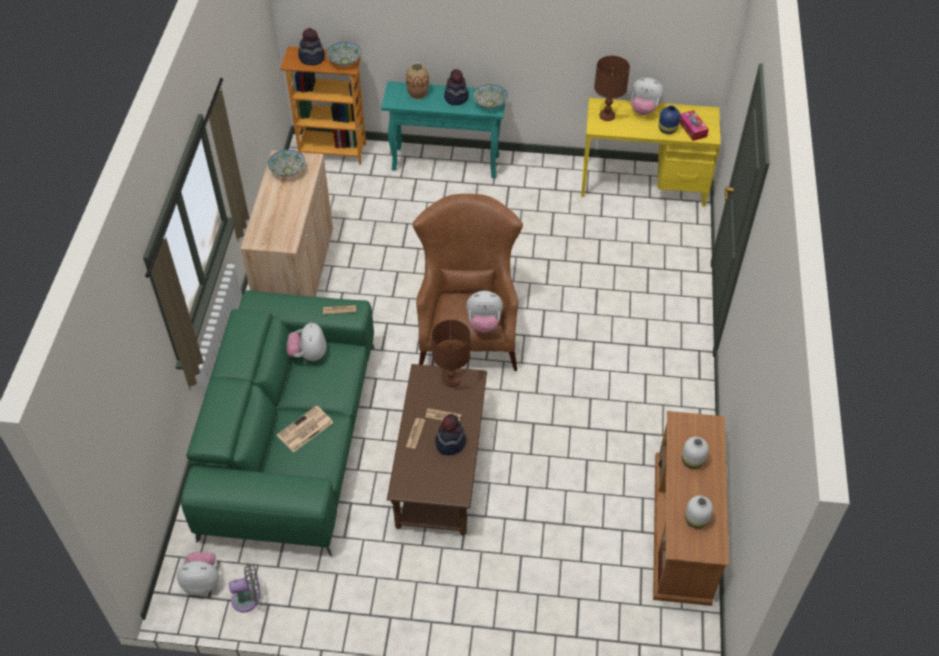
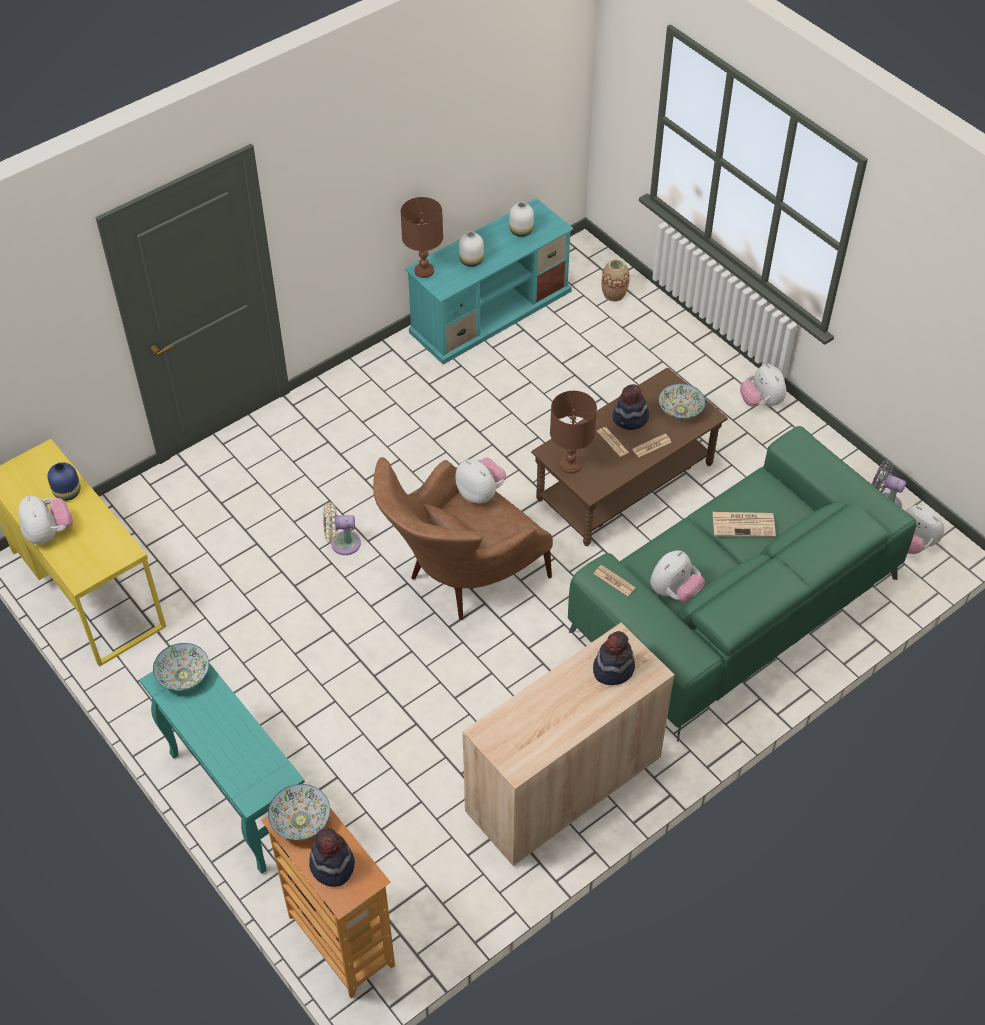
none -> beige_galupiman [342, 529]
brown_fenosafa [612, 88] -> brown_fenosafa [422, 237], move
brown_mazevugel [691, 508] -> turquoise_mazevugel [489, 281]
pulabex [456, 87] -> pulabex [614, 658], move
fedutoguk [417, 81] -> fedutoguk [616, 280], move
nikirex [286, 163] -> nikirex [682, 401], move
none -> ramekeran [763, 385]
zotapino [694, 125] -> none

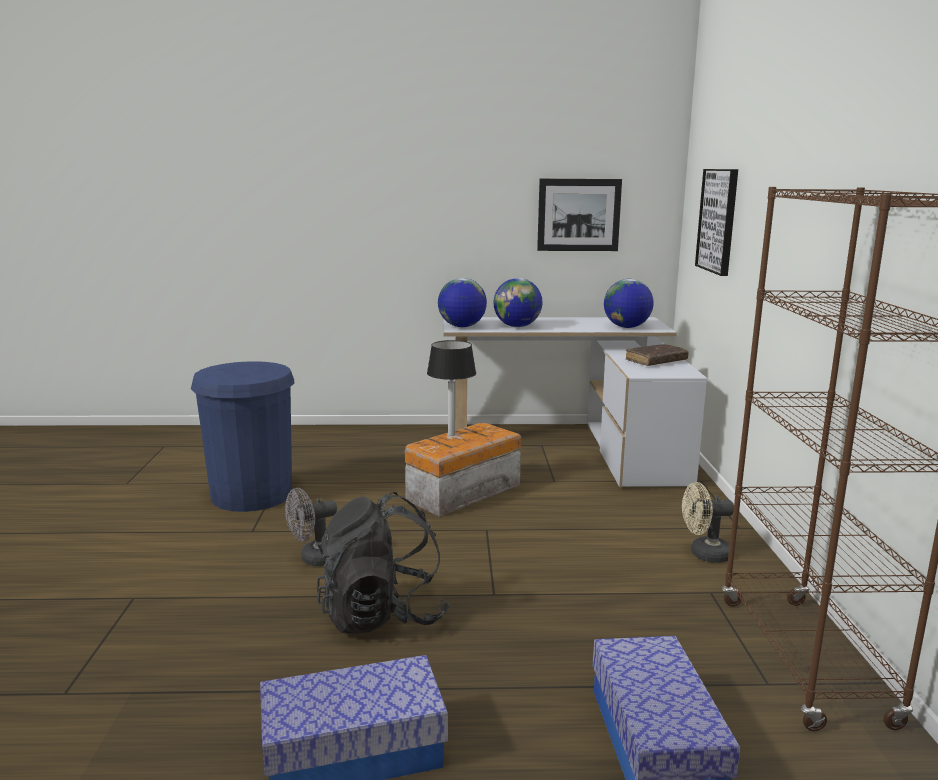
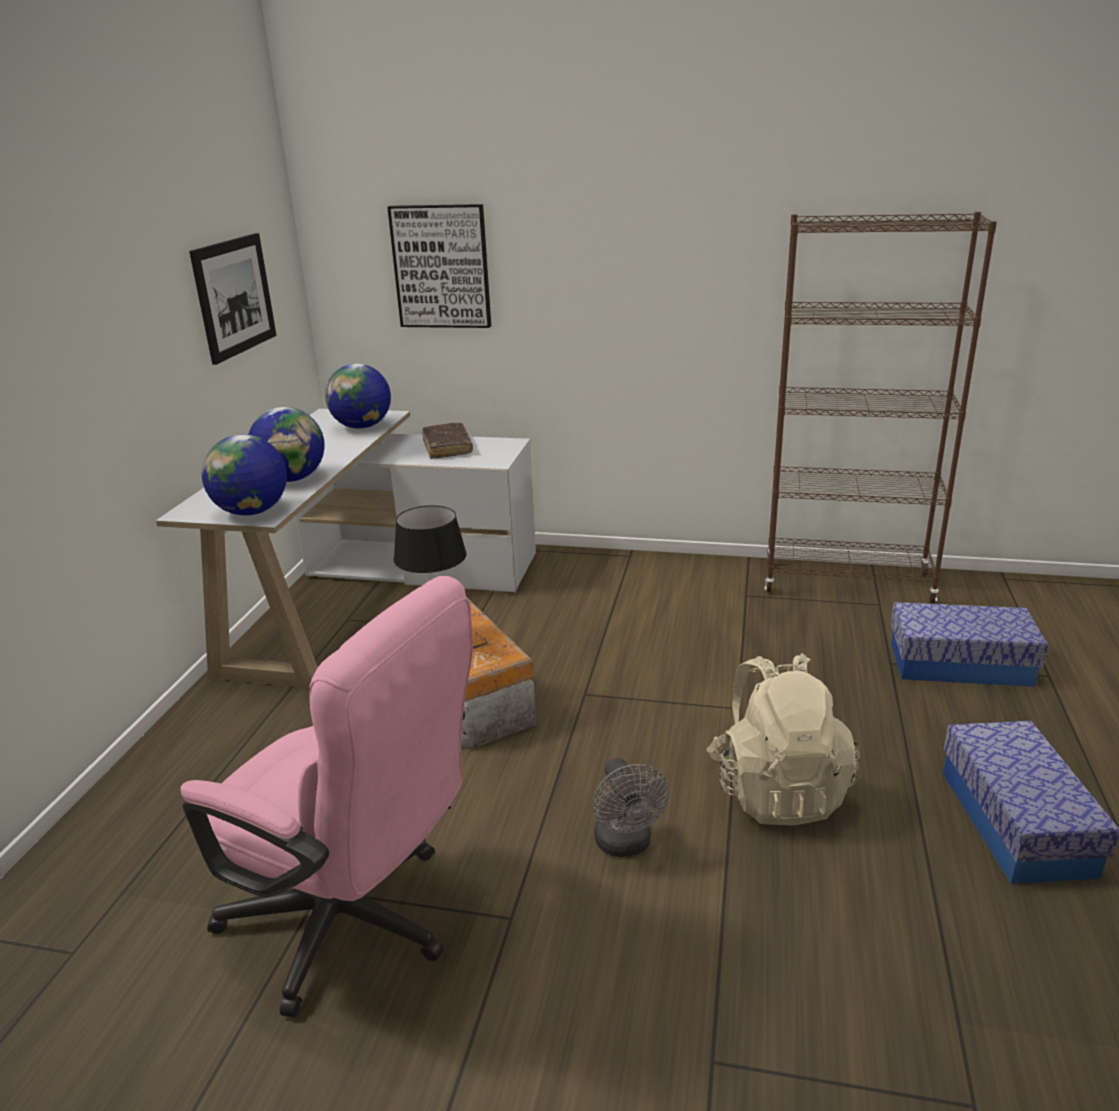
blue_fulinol [242, 436] -> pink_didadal [327, 797]
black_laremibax [383, 563] -> beige_laremibax [783, 739]
beige_galupiman [708, 522] -> none

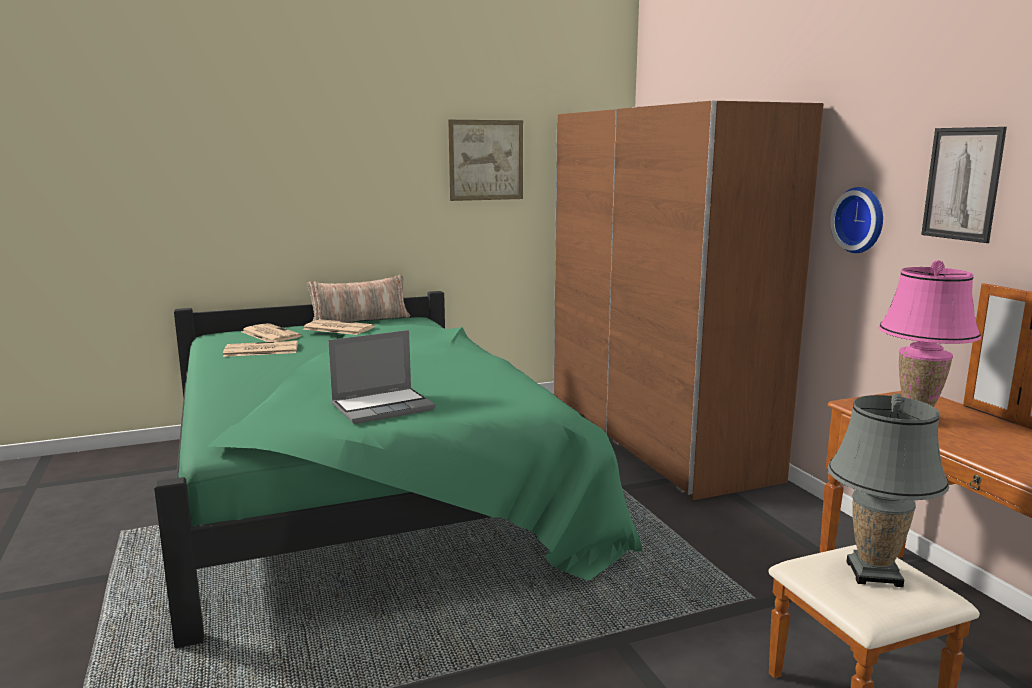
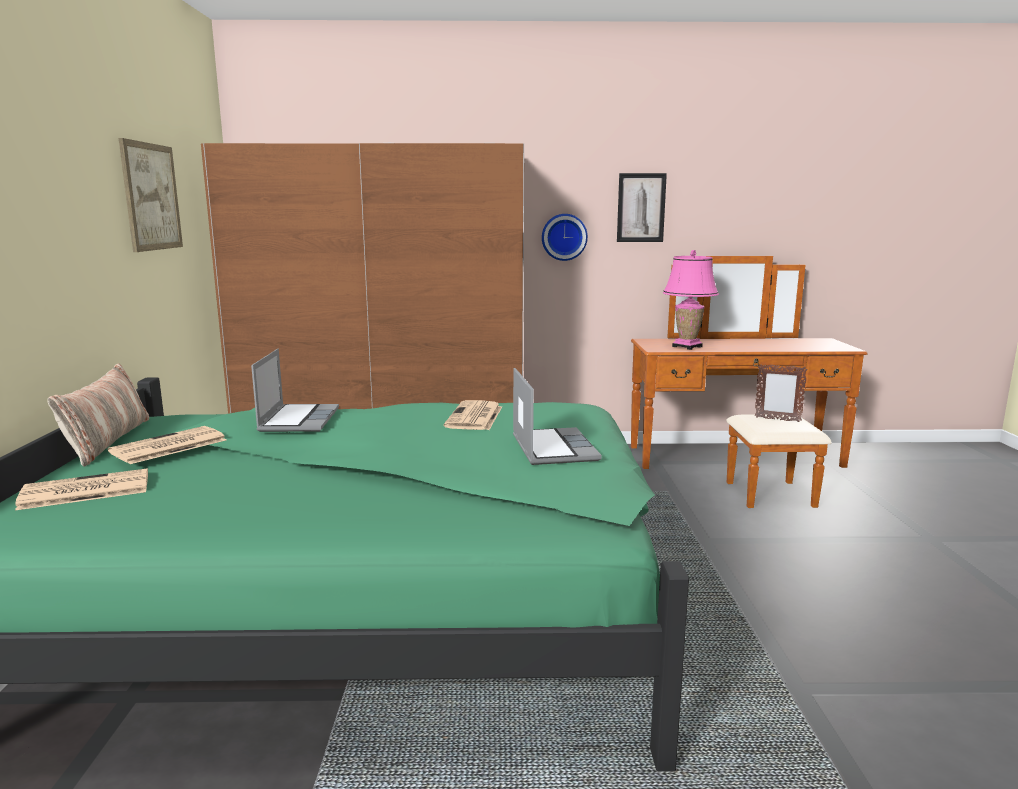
none -> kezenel [295, 390]
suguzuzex [260, 349] -> suguzuzex [473, 415], move
grey_fenosafa [888, 490] -> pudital [781, 393]

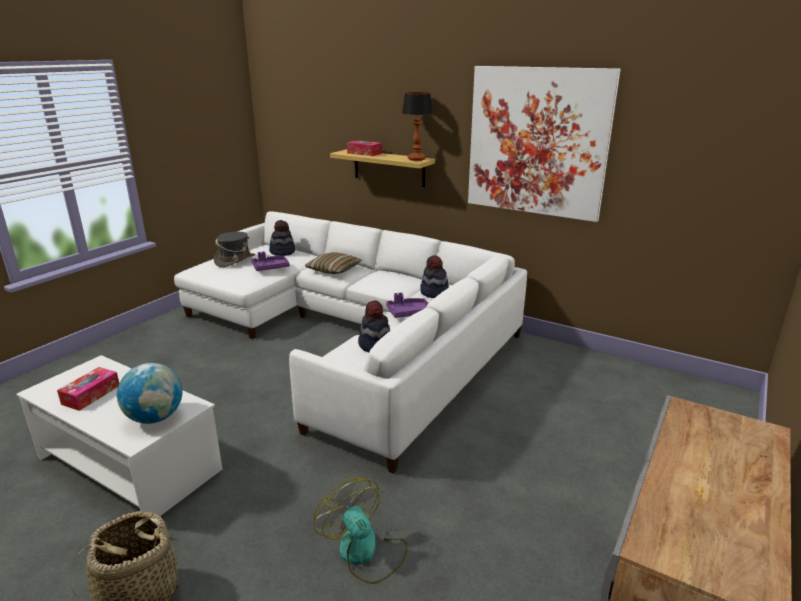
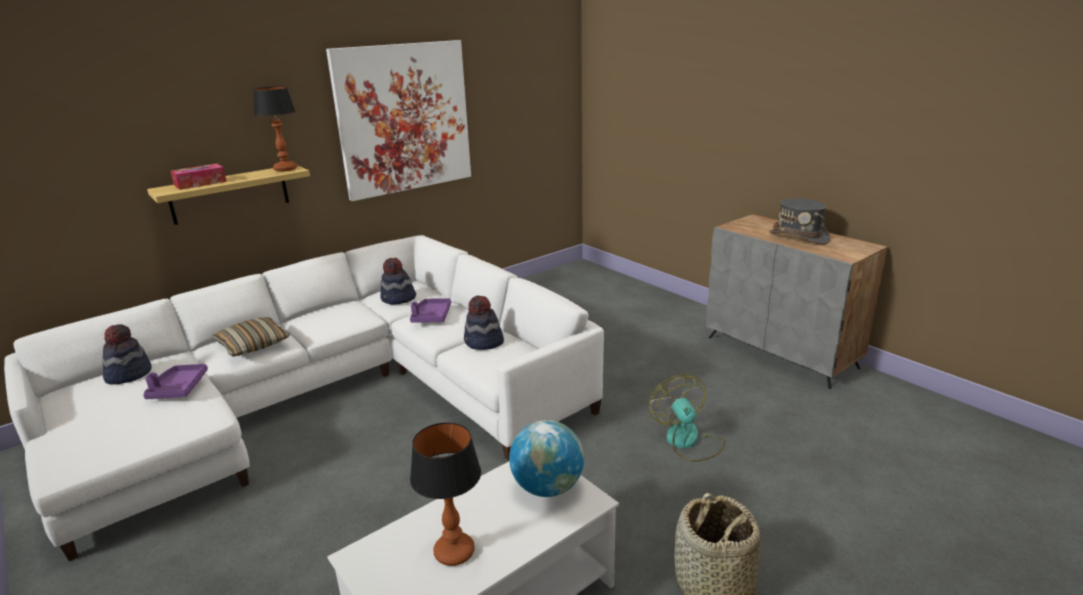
zotapino [88, 389] -> fenosafa [445, 494]
galupiman [361, 530] -> galupiman [687, 418], 90 degrees clockwise
grey_pulabex [235, 249] -> grey_pulabex [799, 221], move

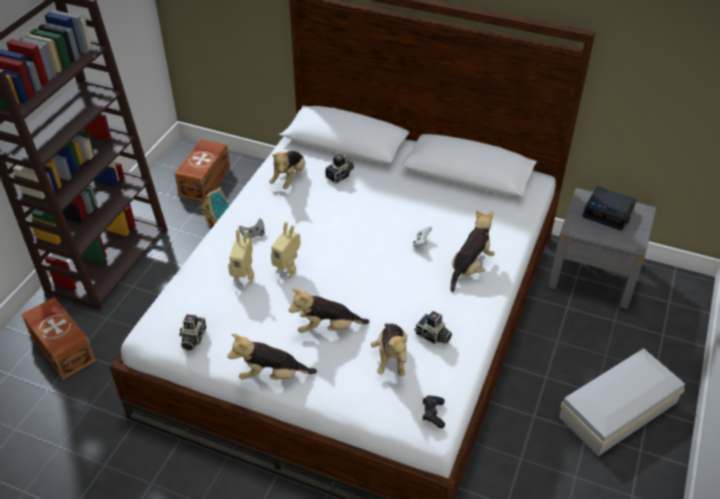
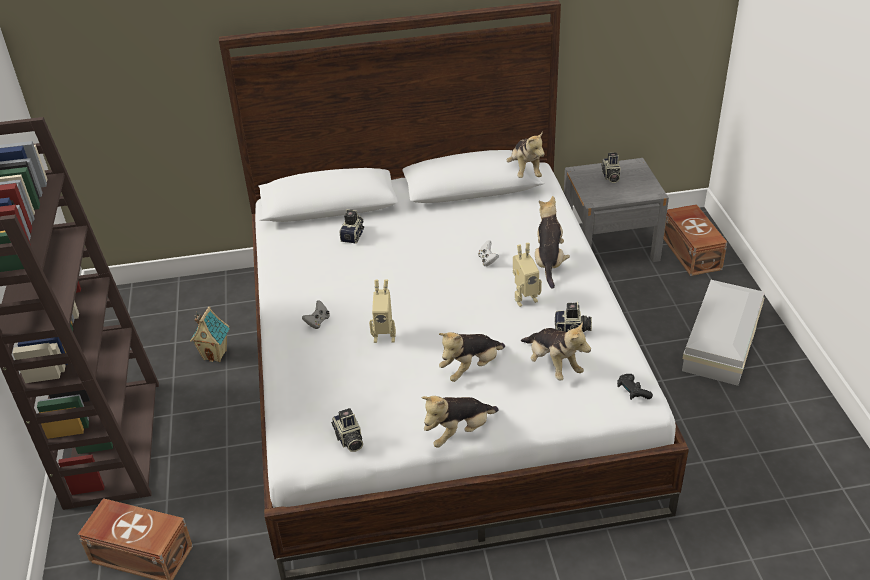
ramekeran [287, 170] -> ramekeran [525, 154], move
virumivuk [241, 257] -> virumivuk [527, 275], move
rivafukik [609, 208] -> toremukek [611, 168]
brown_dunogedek [202, 170] -> brown_dunogedek [695, 240], move

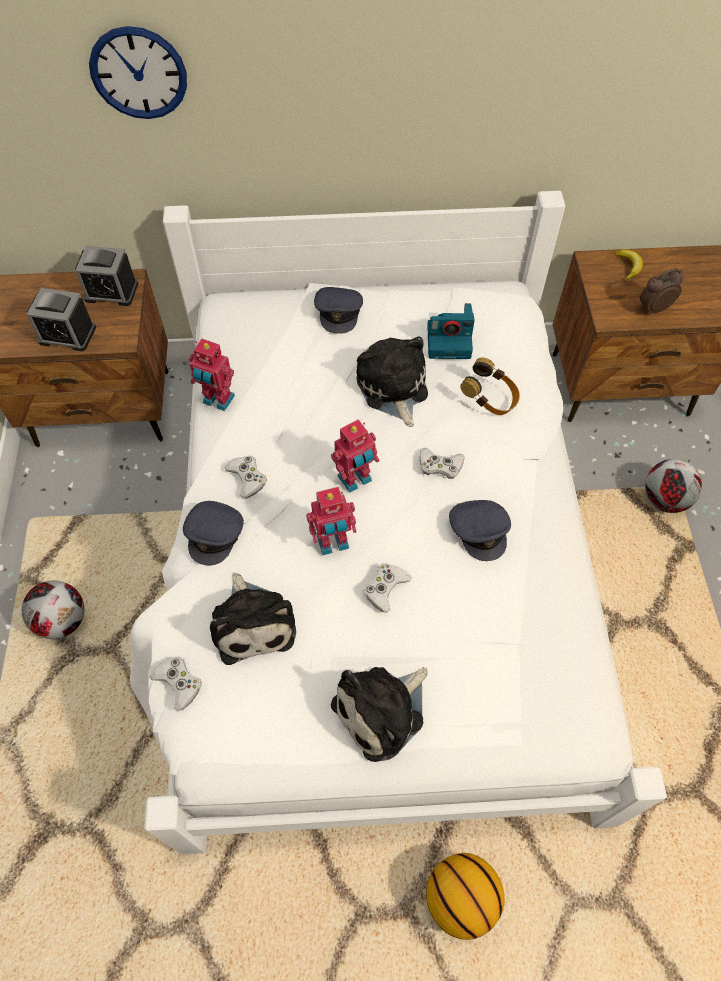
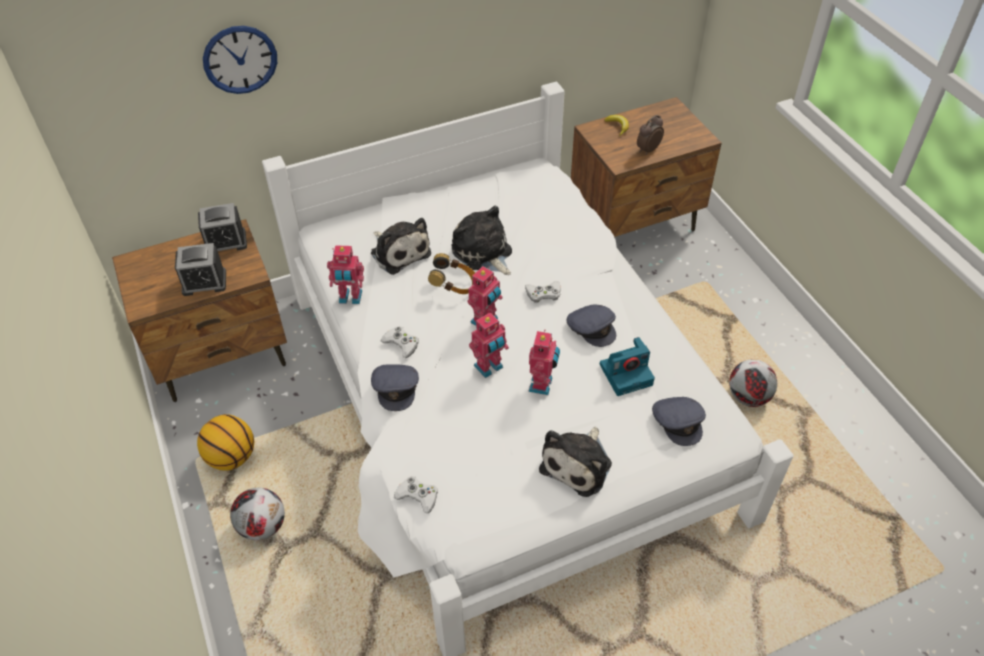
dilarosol [465, 896] -> dilarosol [225, 442], move
ramekeran [253, 619] -> ramekeran [401, 246], move
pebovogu [490, 386] -> pebovogu [451, 273], move
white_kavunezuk [387, 588] -> virumivuk [544, 362]
toremukek [450, 331] -> toremukek [627, 366], move
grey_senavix [338, 310] -> grey_senavix [679, 421], move
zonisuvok [673, 486] -> zonisuvok [753, 383], move

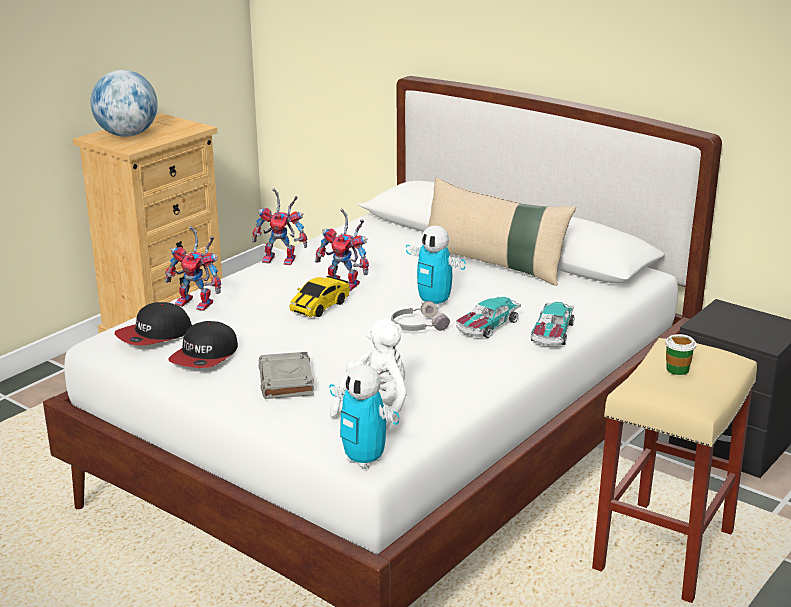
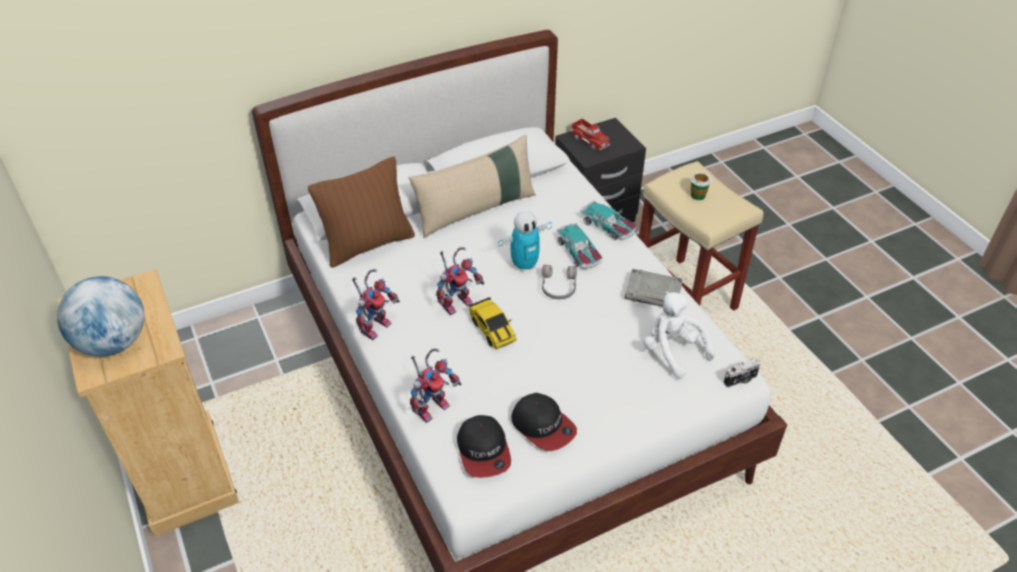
none -> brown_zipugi [361, 212]
none -> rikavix [590, 134]
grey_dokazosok [286, 375] -> grey_dokazosok [653, 288], move
virumivuk [364, 417] -> toremukek [742, 373]

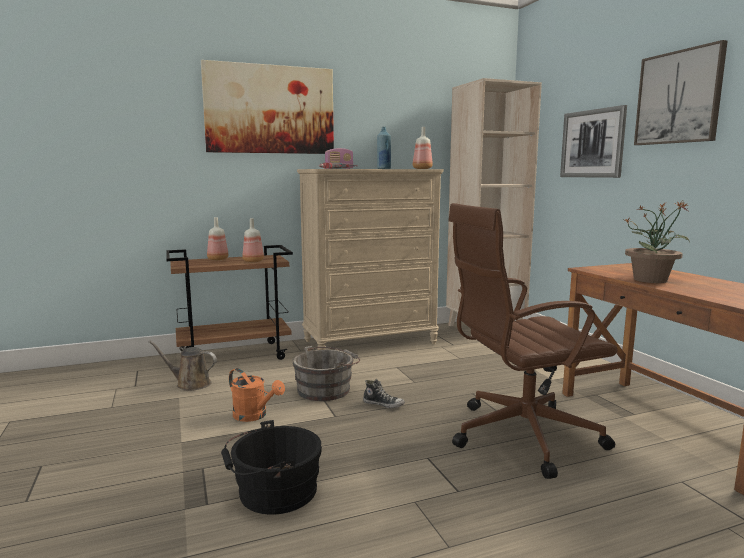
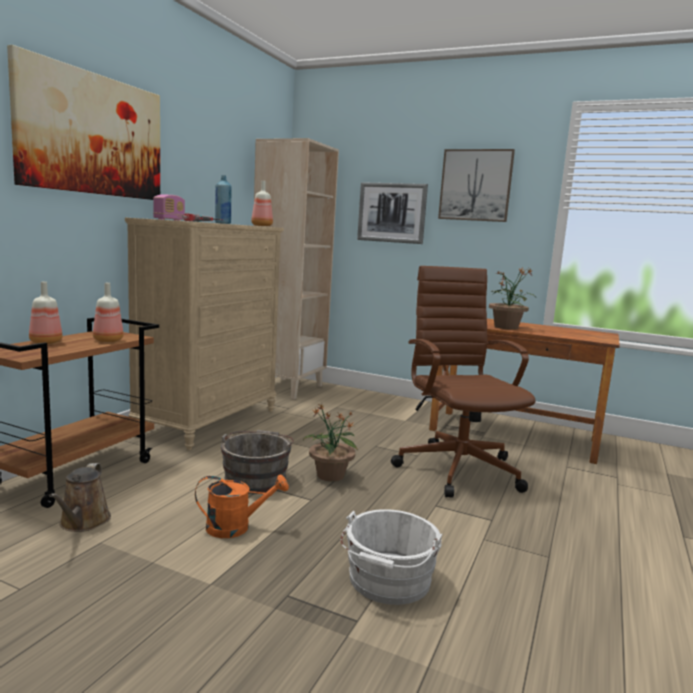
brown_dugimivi [183, 366] -> brown_dugimivi [80, 497], 60 degrees counterclockwise
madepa [384, 393] -> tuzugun [330, 442]
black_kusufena [271, 467] -> white_kusufena [392, 557]
brown_didadal [533, 341] -> brown_didadal [463, 382], 135 degrees clockwise

